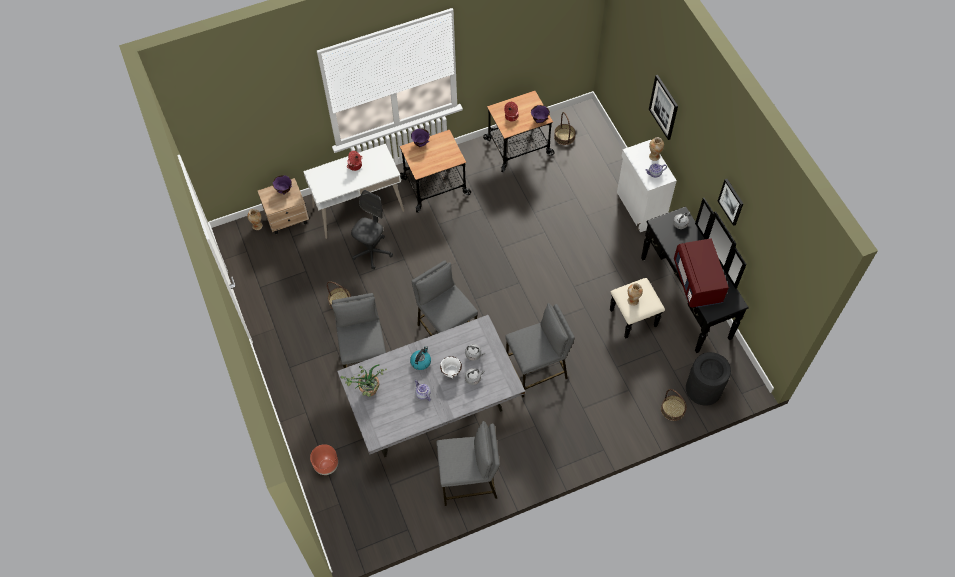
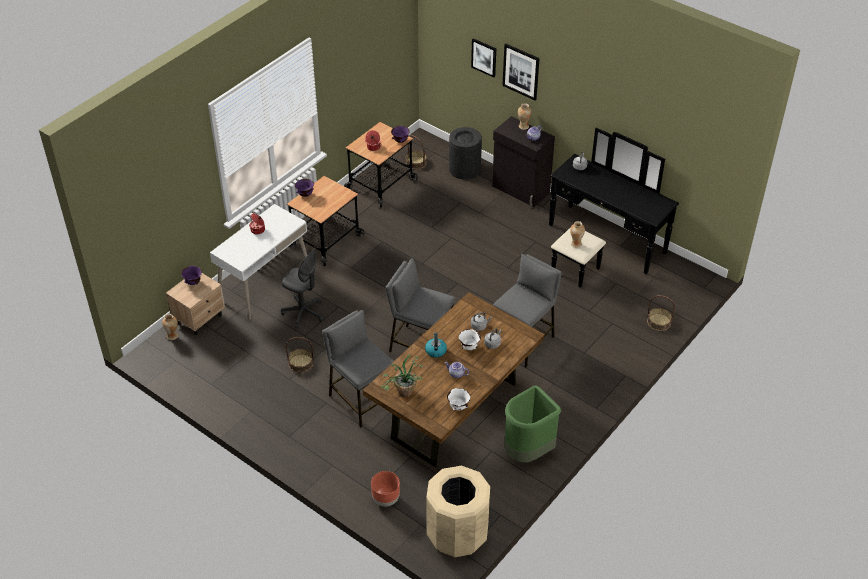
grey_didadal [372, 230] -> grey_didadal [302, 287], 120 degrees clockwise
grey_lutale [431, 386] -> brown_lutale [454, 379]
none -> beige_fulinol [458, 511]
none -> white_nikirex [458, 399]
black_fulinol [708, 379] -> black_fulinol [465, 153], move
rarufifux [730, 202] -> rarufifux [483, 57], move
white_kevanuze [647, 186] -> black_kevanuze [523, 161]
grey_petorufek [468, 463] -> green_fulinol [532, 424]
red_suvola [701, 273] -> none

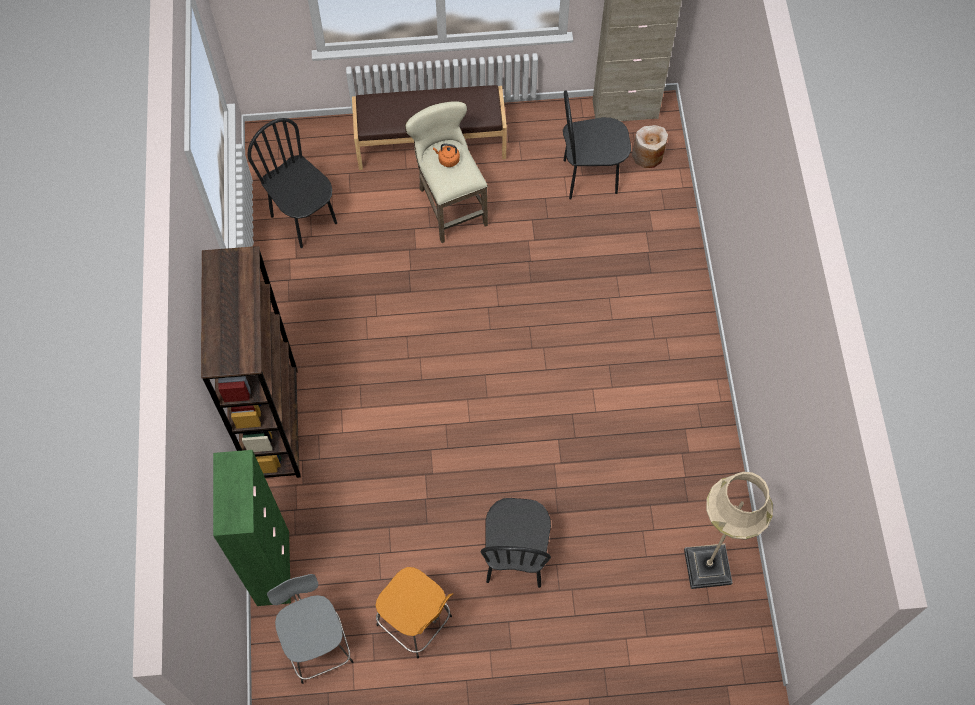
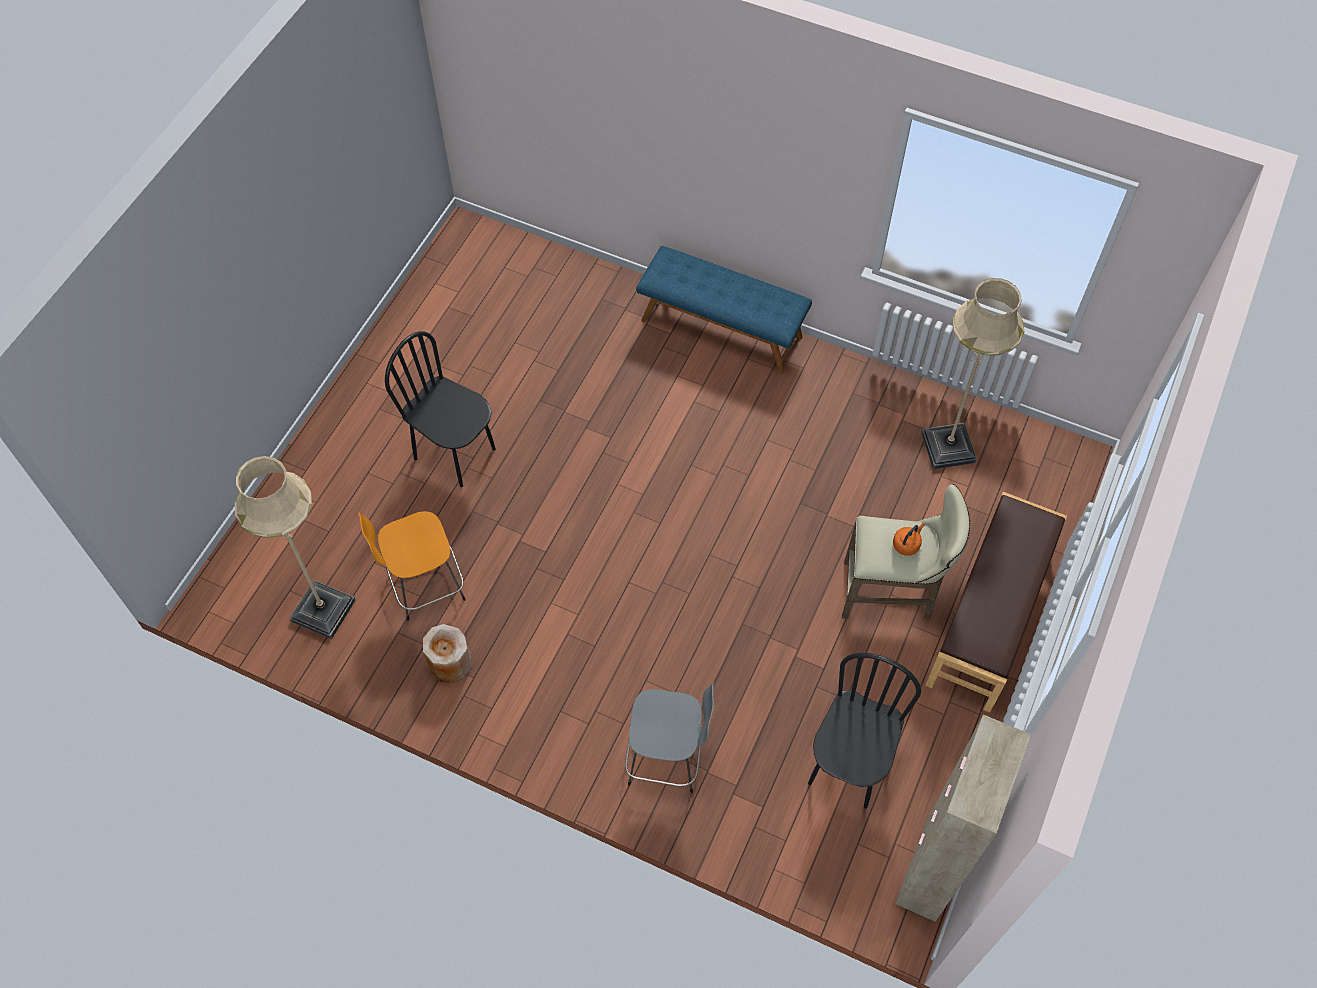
orange_petorufek [414, 612] -> orange_petorufek [412, 566], move
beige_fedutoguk [650, 146] -> beige_fedutoguk [447, 654], move
grey_petorufek [310, 629] -> grey_petorufek [669, 738], move
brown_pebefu [251, 362] -> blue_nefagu [724, 310]
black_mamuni [292, 183] -> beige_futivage [972, 373]
green_kevanuze [252, 528] -> none

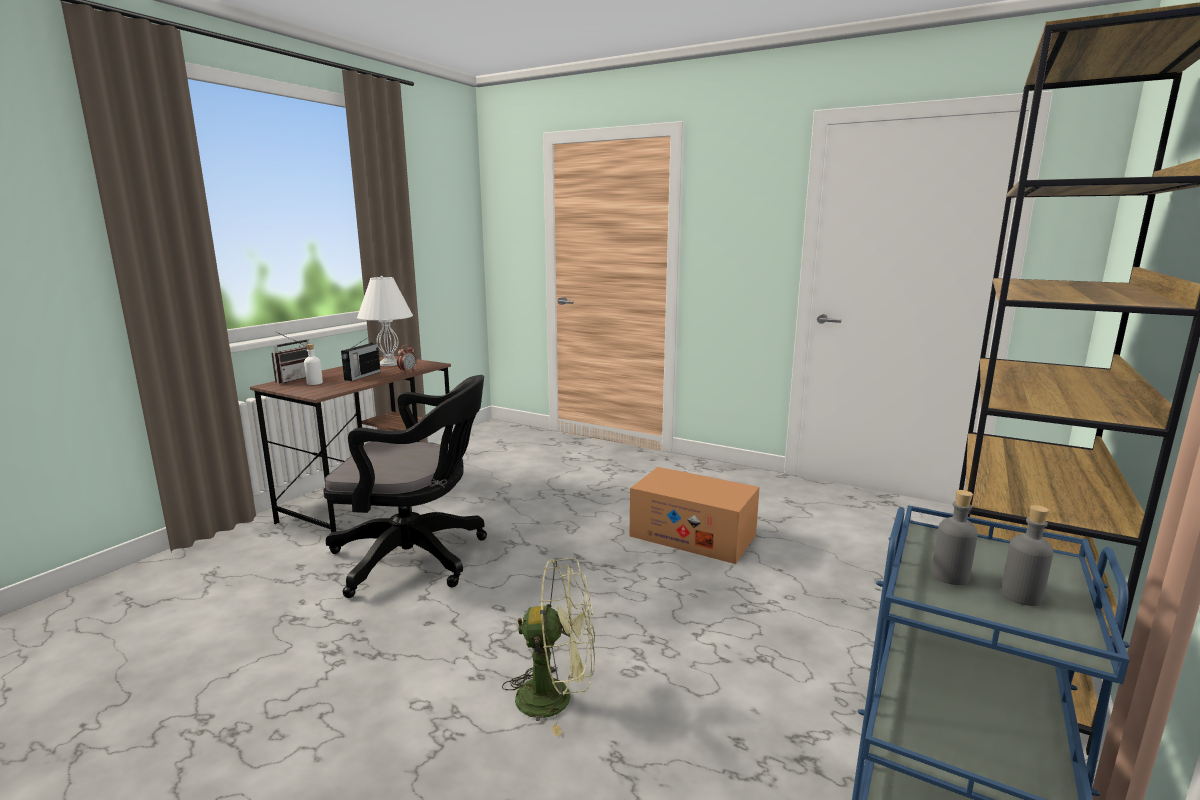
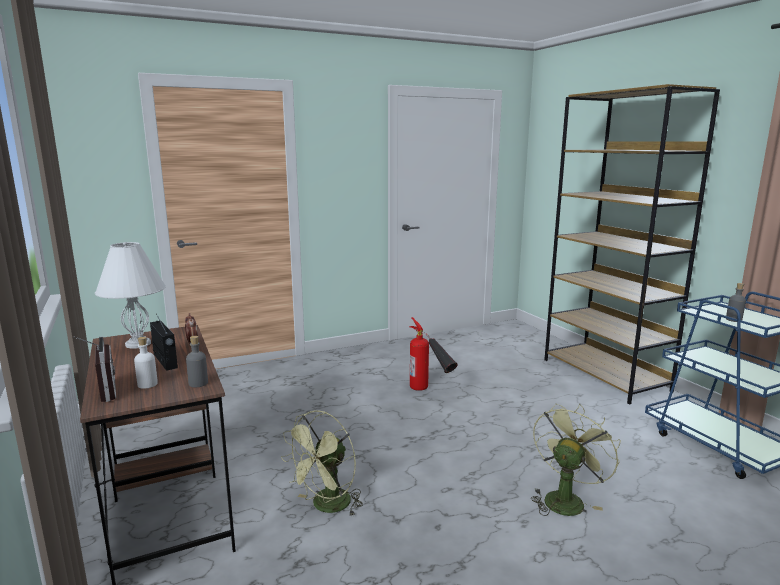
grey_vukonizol [1027, 555] -> grey_vukonizol [197, 361], move
black_didadal [405, 486] -> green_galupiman [322, 463]
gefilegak [694, 515] -> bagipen [433, 354]

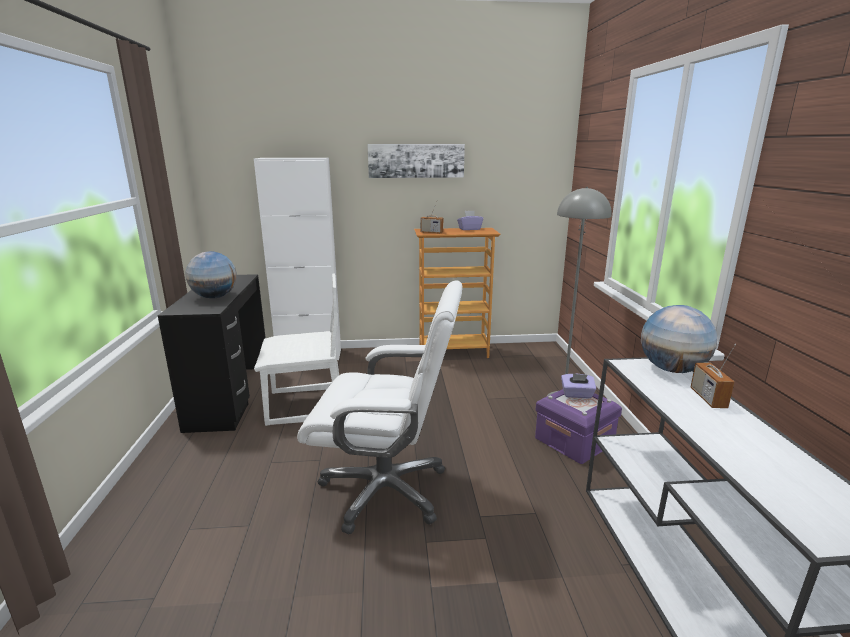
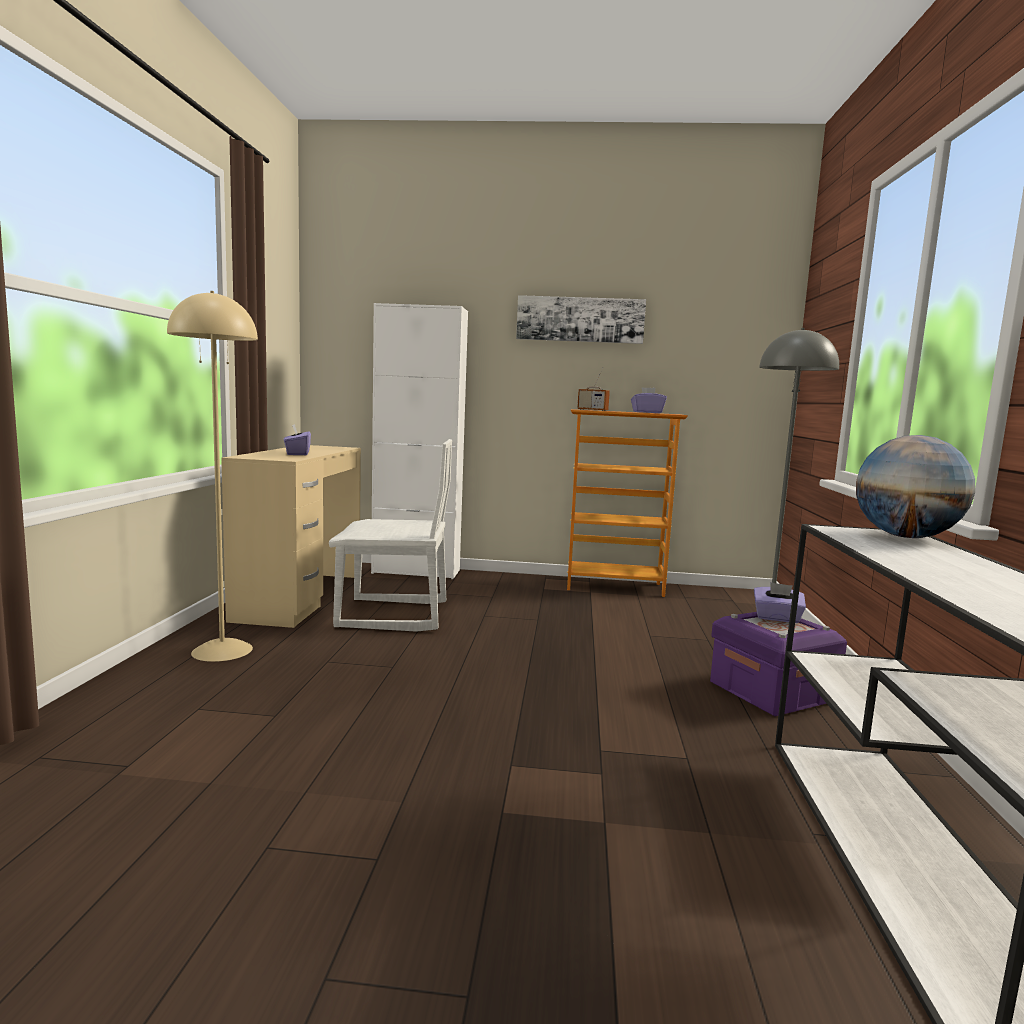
none -> beige_futivage [212, 476]
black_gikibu [212, 353] -> beige_gikibu [291, 536]
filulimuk [211, 275] -> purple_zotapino [297, 439]
white_didadal [380, 407] -> none
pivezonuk [713, 376] -> none

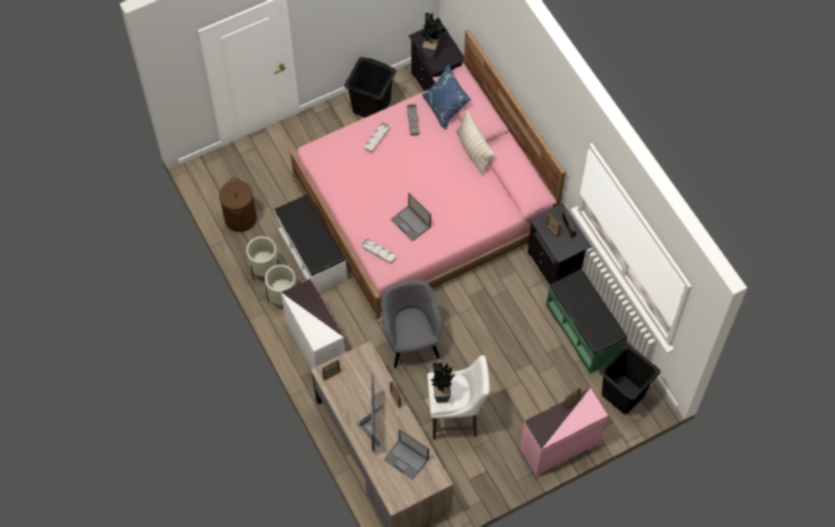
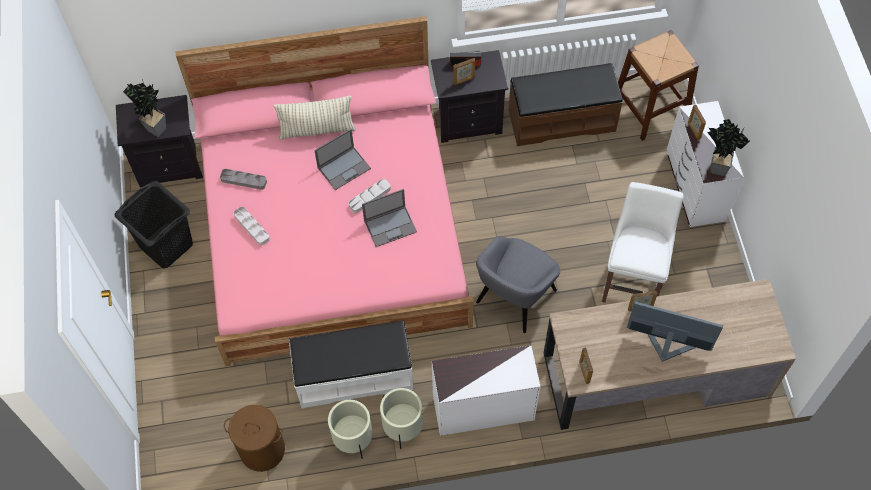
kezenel [406, 454] -> kezenel [342, 159], move
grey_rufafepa [379, 251] -> grey_rufafepa [369, 196], move
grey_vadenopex [411, 323] -> grey_vadenopex [518, 284], 60 degrees counterclockwise
green_nefagu [586, 321] -> brown_nefagu [566, 104]
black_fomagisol [630, 379] -> brown_petorufek [658, 85]
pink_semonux [564, 432] -> white_semonux [705, 164]
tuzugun [444, 383] -> tuzugun [728, 147], move
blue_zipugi [446, 97] -> none

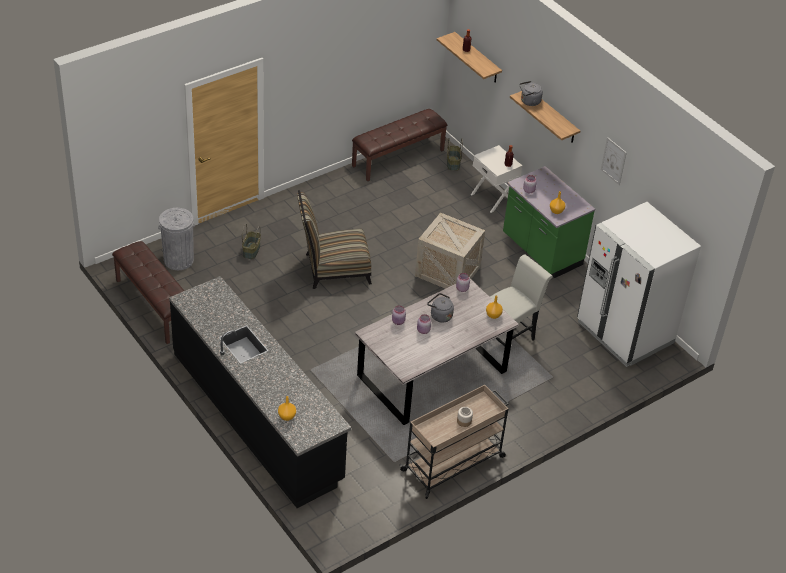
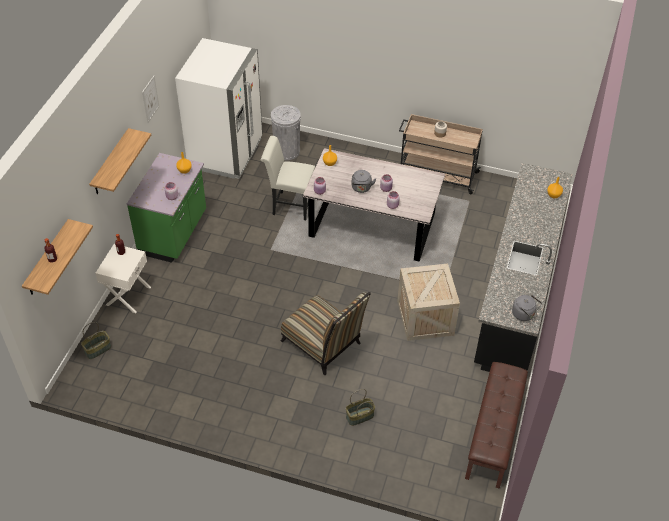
grey_fulinol [176, 239] -> grey_fulinol [286, 132], move
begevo [450, 250] -> begevo [428, 302], move
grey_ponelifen [531, 93] -> grey_ponelifen [527, 308], move
brown_nefagu [400, 145] -> none

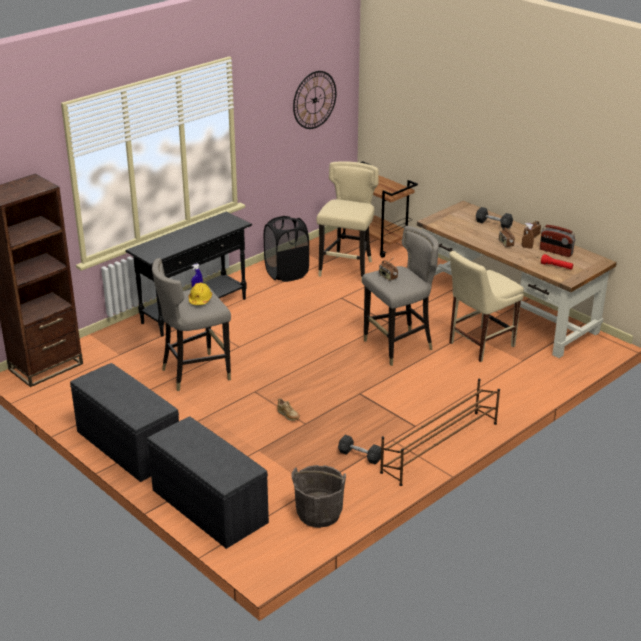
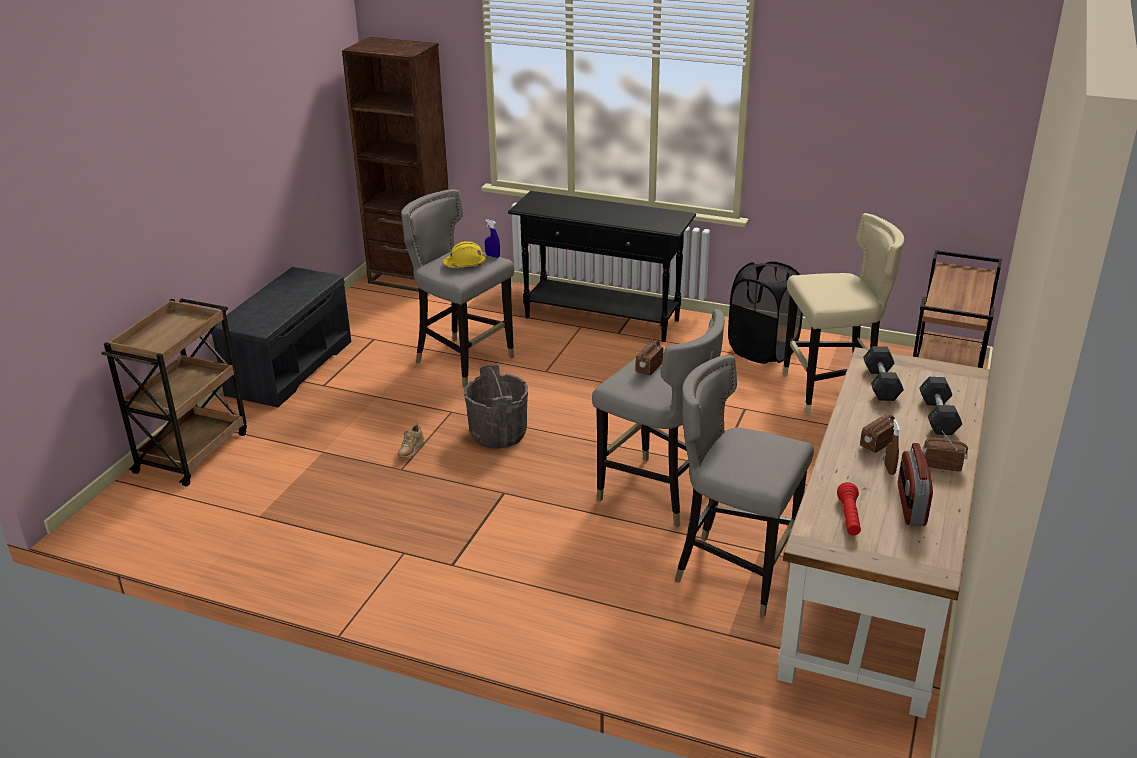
grey_nefagu [208, 482] -> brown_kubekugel [174, 392]
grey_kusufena [319, 496] -> grey_kusufena [496, 407], move
beige_mamuni [486, 306] -> grey_petorufek [744, 486]
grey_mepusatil [359, 450] -> grey_mepusatil [883, 373], move
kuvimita [315, 100] -> none
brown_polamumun [440, 432] -> none

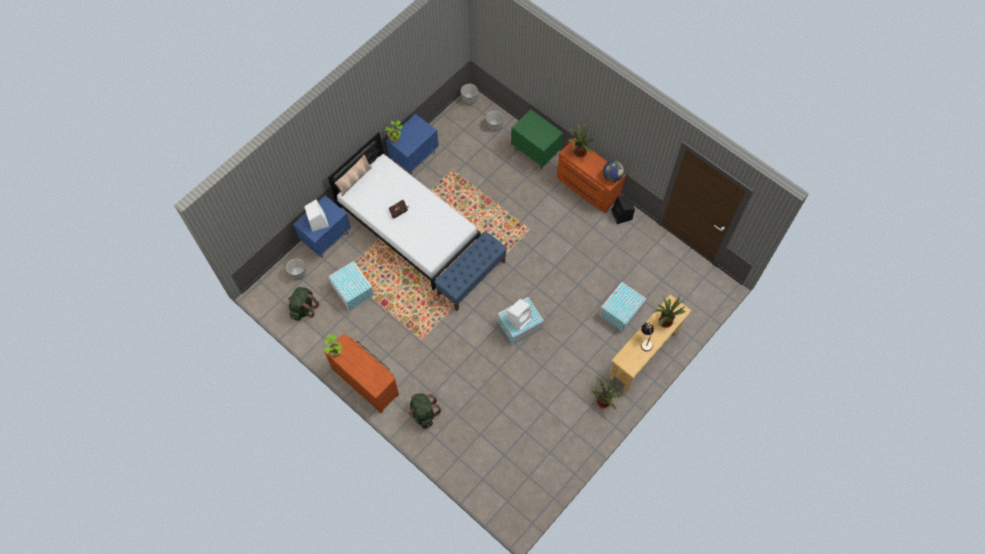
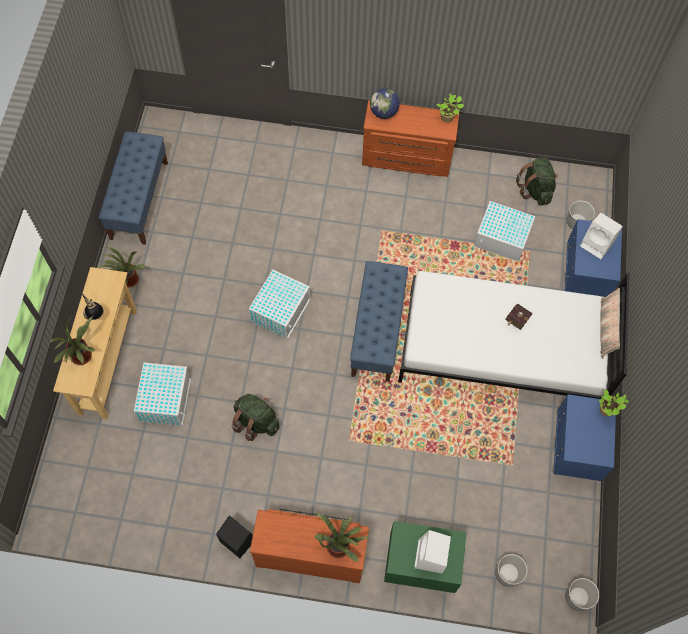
none -> blue_nefagu [133, 188]
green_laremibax [425, 411] -> green_laremibax [255, 417], move
filulimuk [613, 171] -> filulimuk [385, 103], move
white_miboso [519, 314] -> white_miboso [432, 551], move

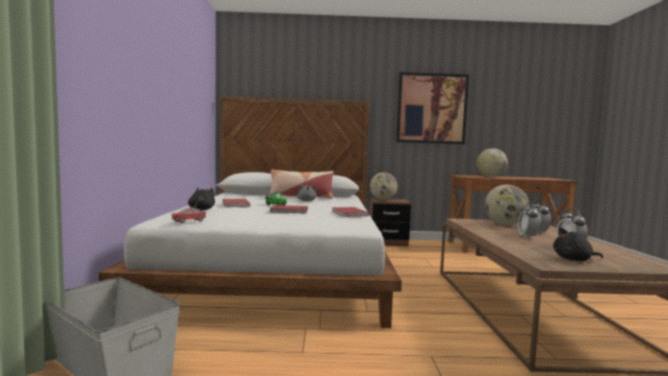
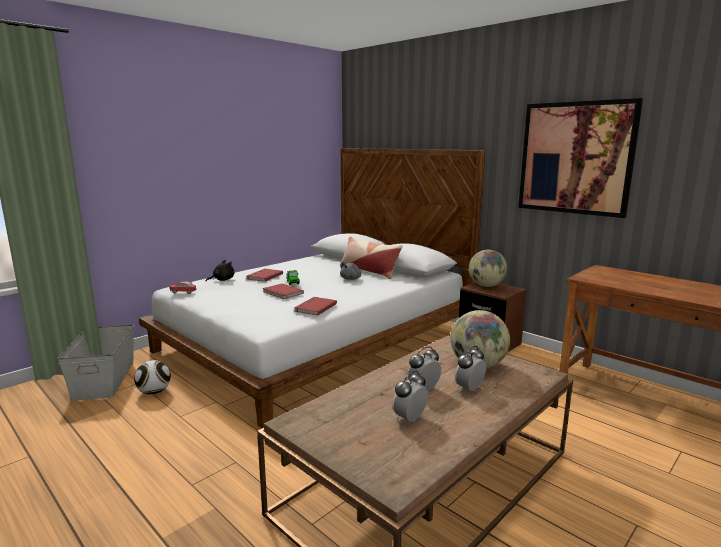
none -> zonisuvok [152, 377]
filulimuk [492, 162] -> none
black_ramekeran [578, 244] -> none

